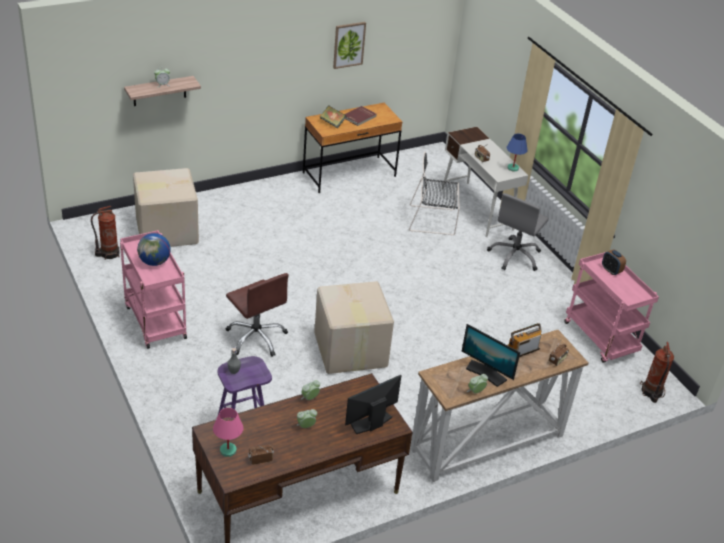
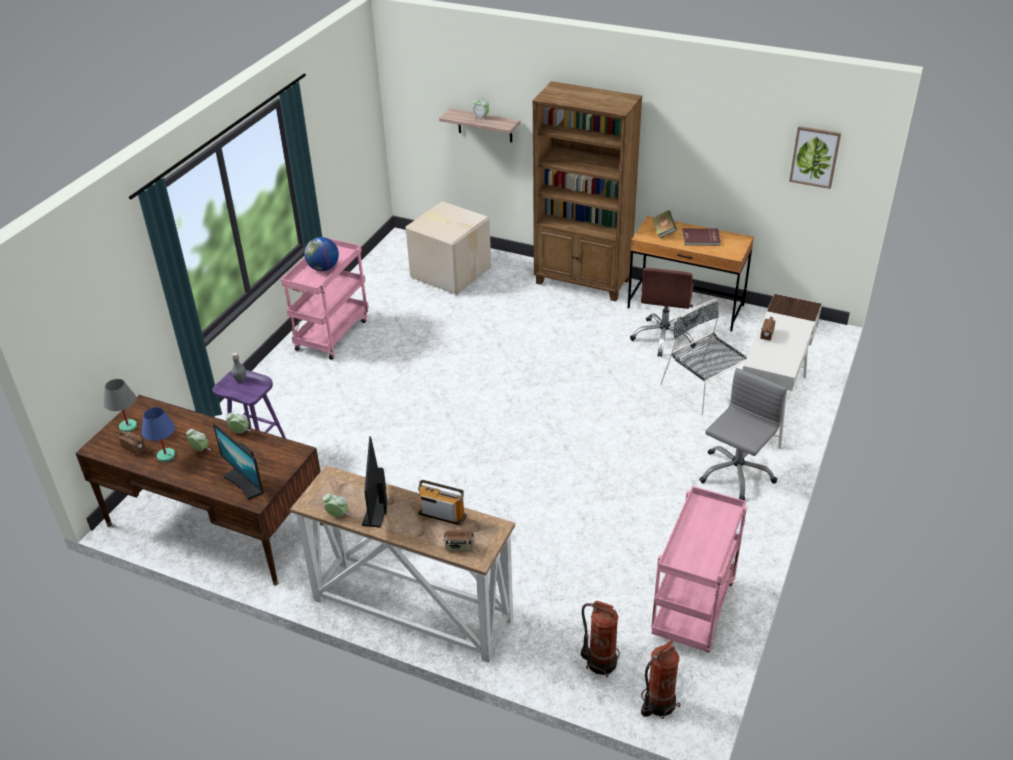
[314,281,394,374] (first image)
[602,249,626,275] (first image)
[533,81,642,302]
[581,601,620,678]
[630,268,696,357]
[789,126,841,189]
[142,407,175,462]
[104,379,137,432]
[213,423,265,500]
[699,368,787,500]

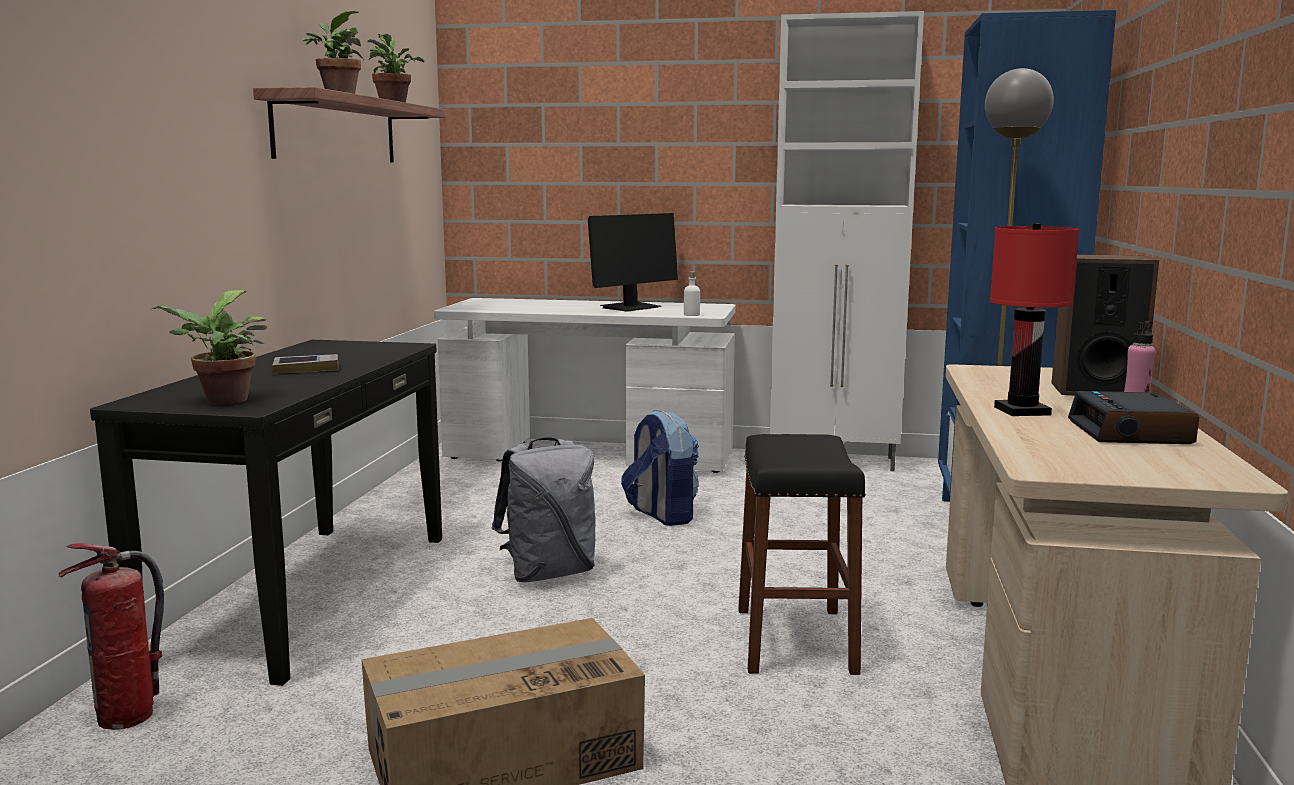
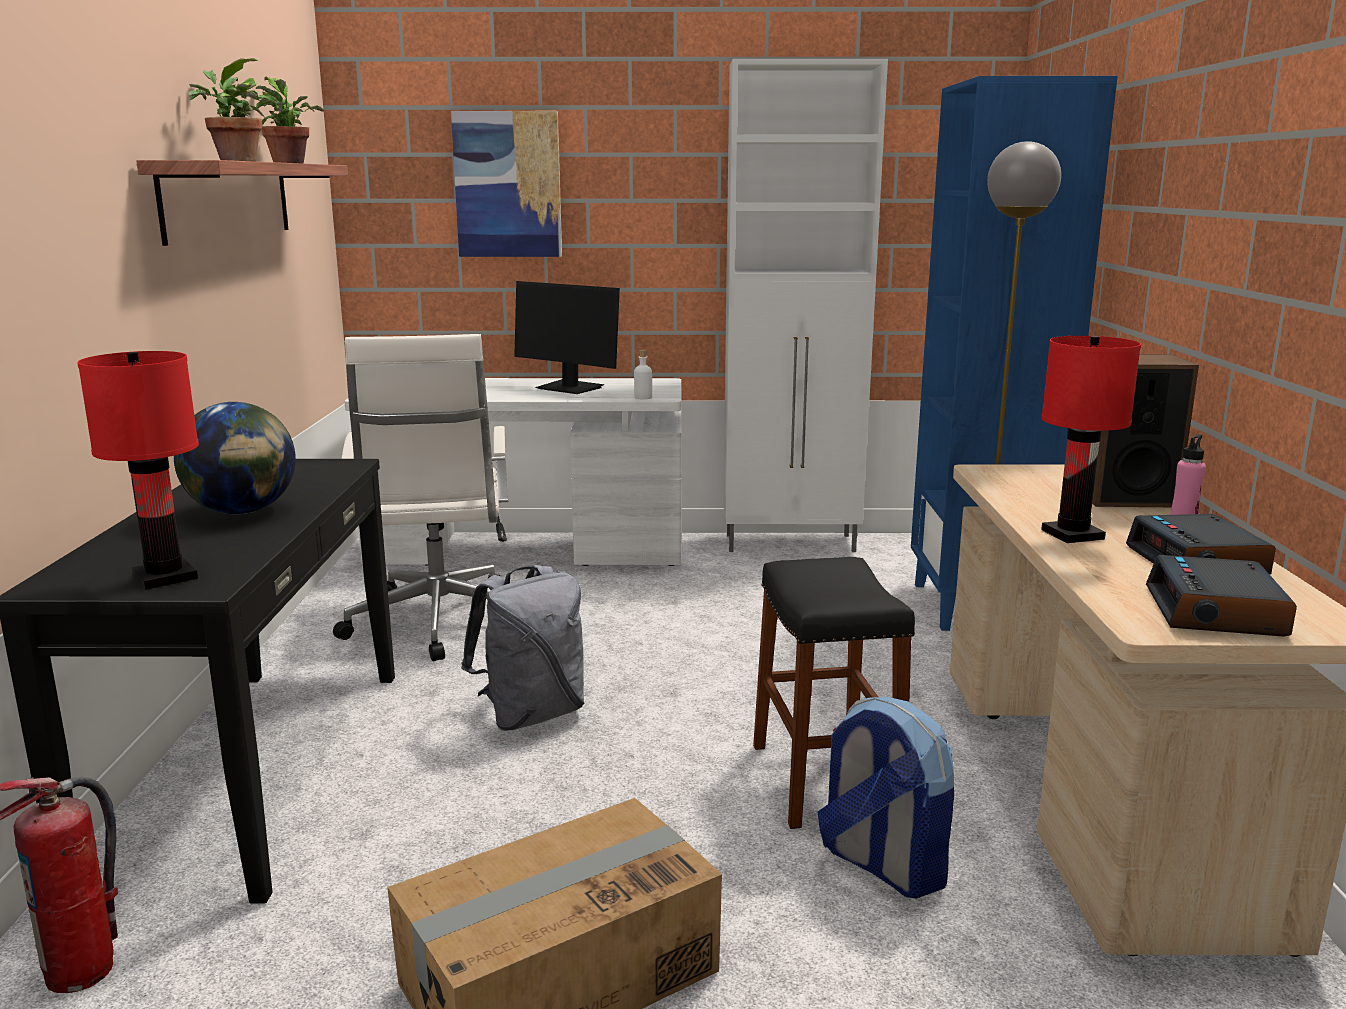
[333,334,509,661]
[451,111,562,257]
[1146,555,1297,637]
[818,697,954,899]
[77,351,199,590]
[174,402,296,514]
[514,281,620,394]

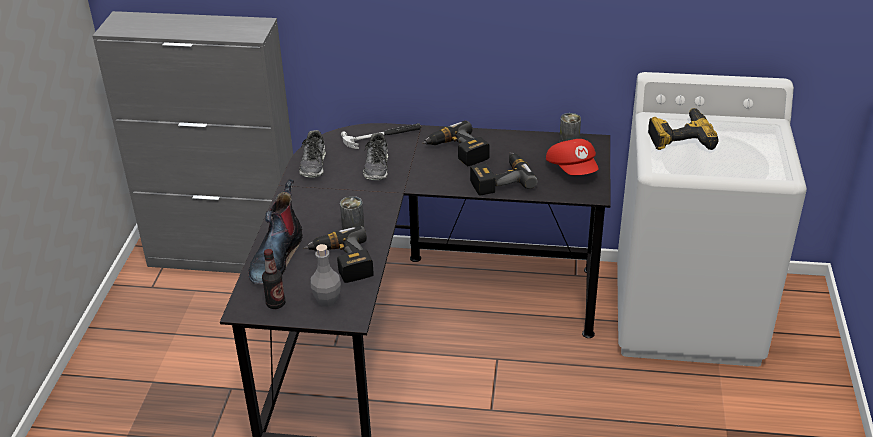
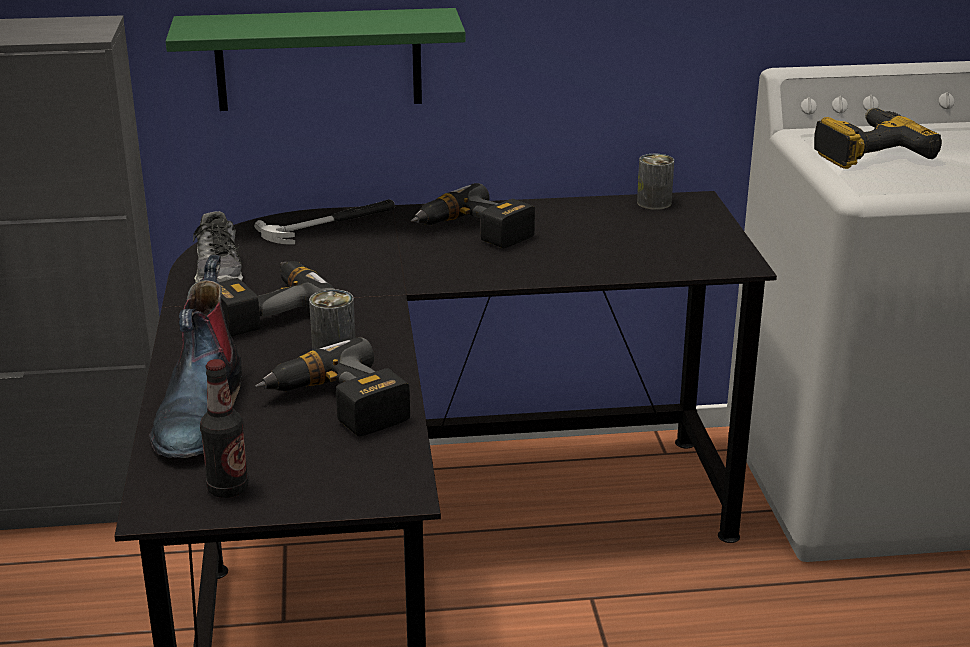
[310,244,341,307] (first image)
[363,133,388,180] (first image)
[546,139,599,175] (first image)
[166,8,465,111]
[219,261,335,336]

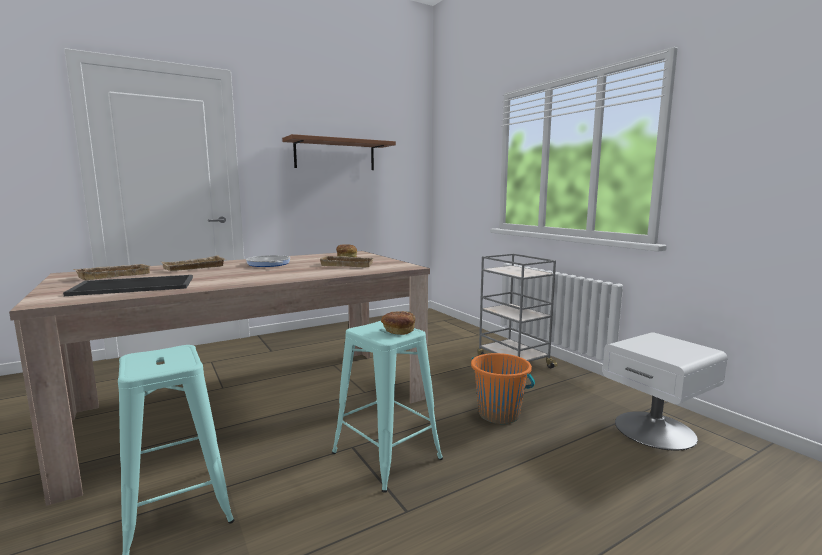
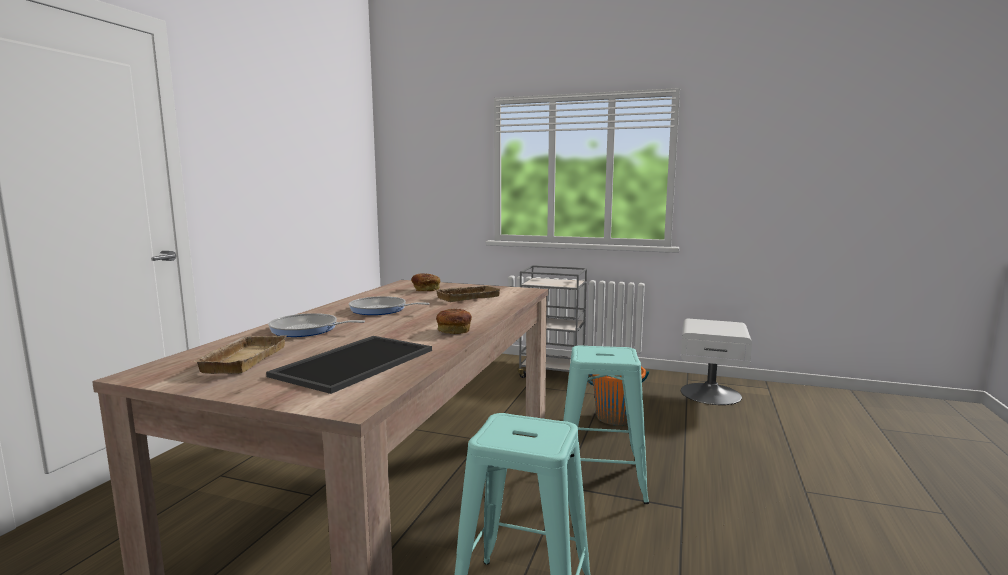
[282,134,396,170] (first image)
[436,308,472,334]
[268,313,365,337]

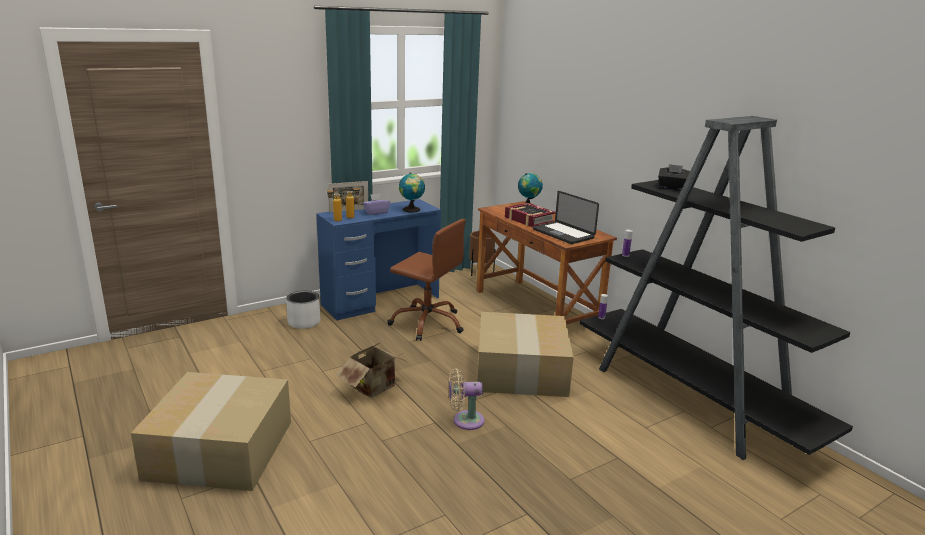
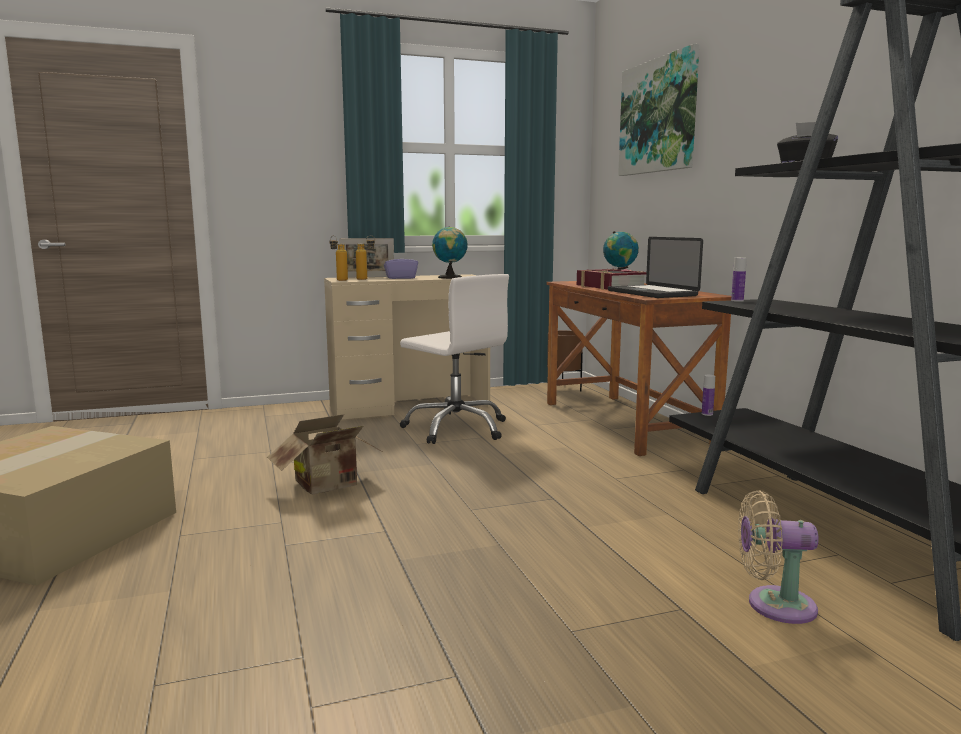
[286,291,320,329] (first image)
[478,312,574,397] (first image)
[618,44,700,176]
[738,490,818,624]
[324,274,490,420]
[400,274,509,444]

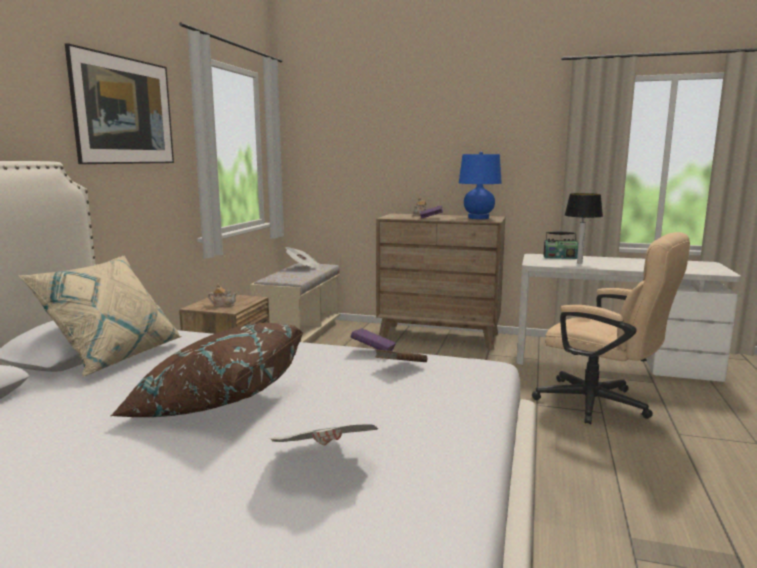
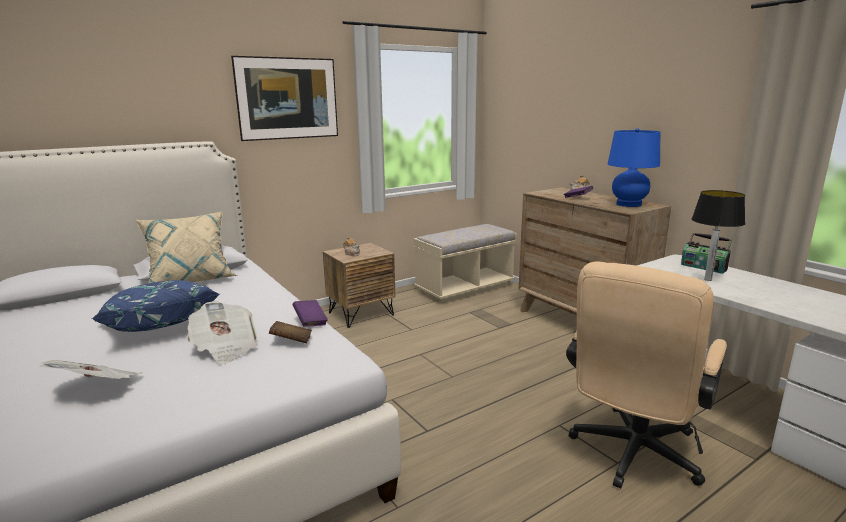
[187,301,258,364]
[92,280,220,332]
[566,262,727,489]

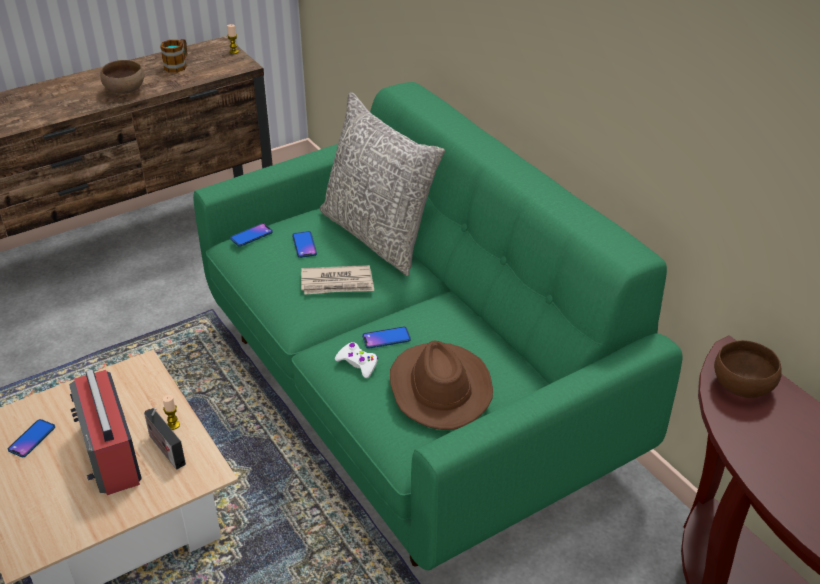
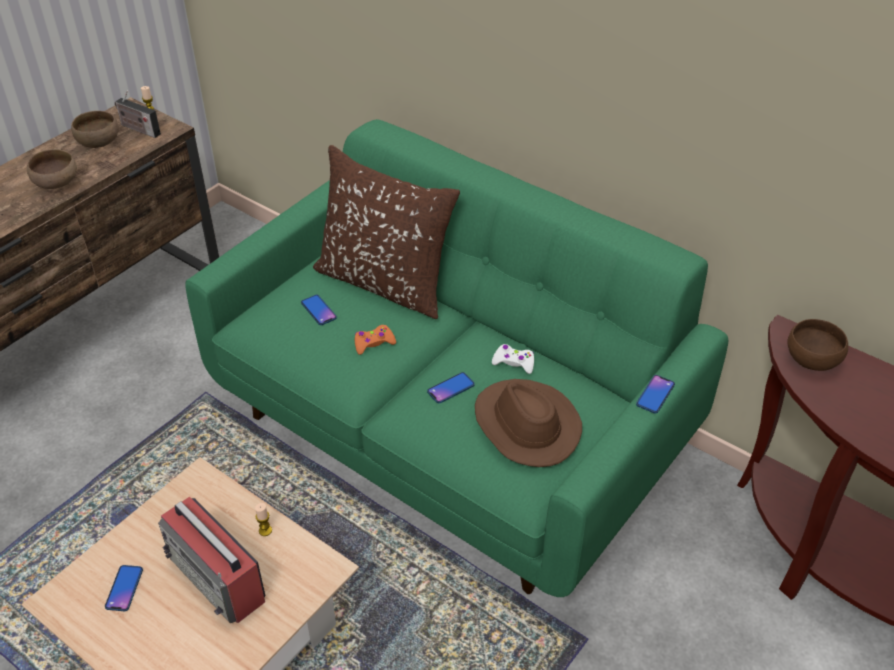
[115,90,161,138]
[636,375,675,414]
[492,344,534,374]
[71,111,119,148]
[355,325,396,355]
[313,145,460,319]

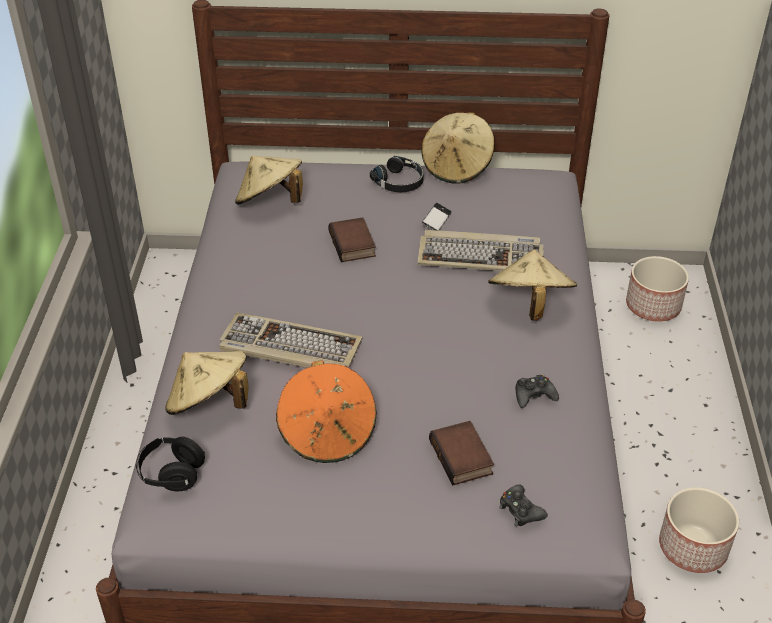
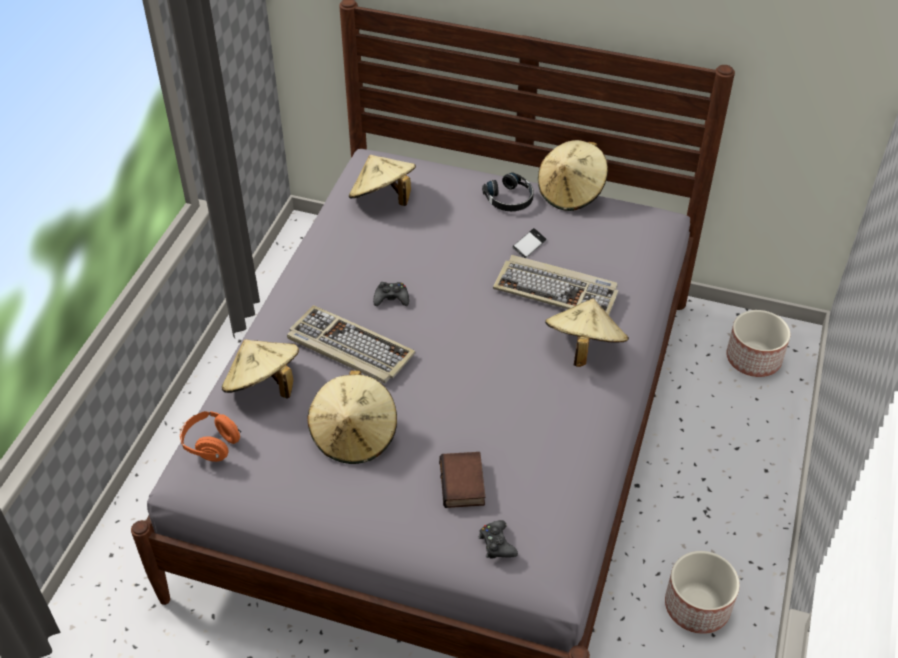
[328,217,376,262] (first image)
[373,282,409,306]
[180,411,241,462]
[307,370,397,464]

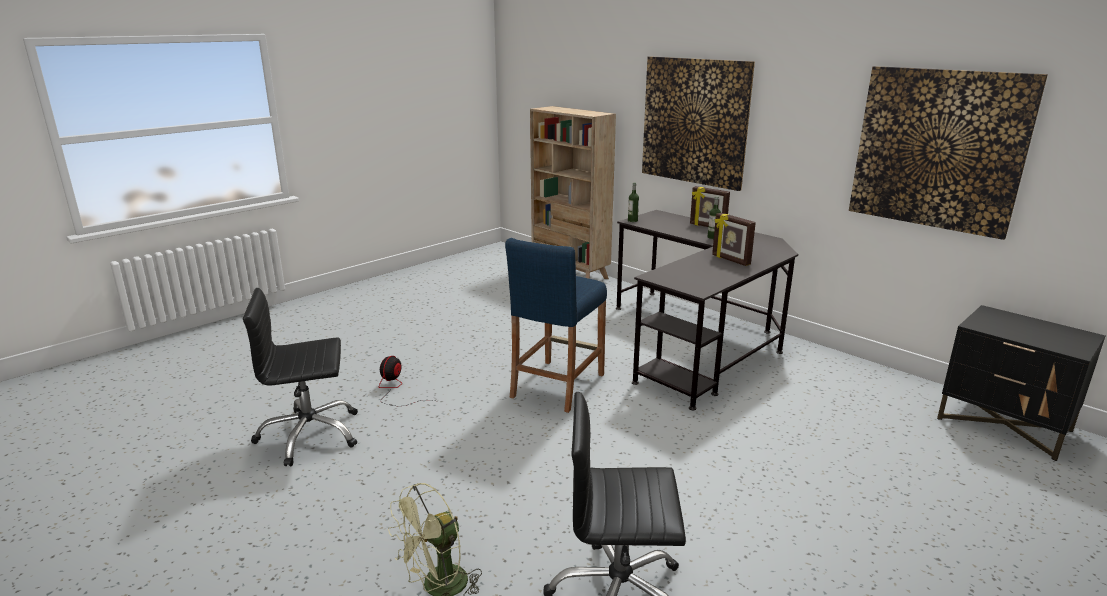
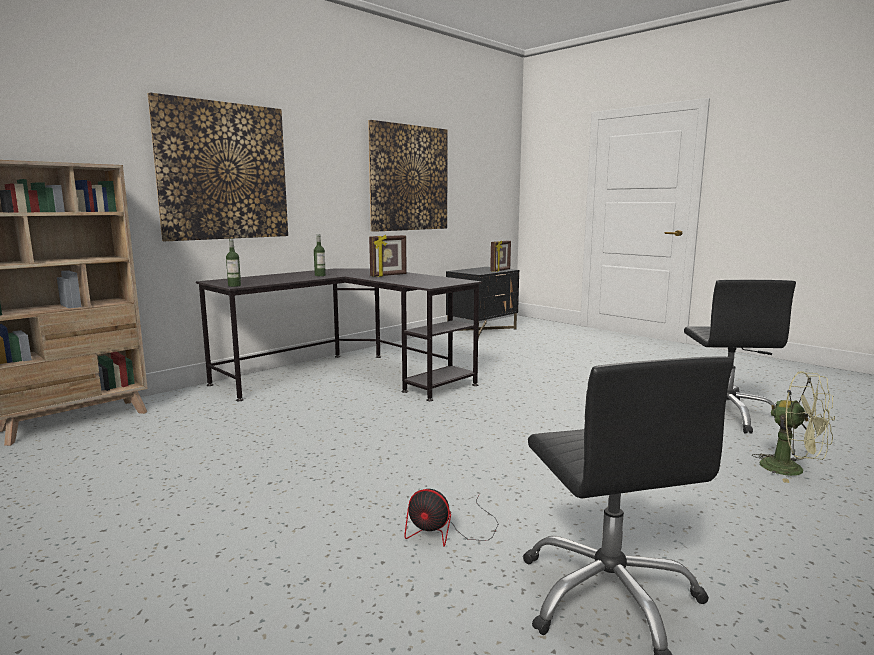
[505,238,607,413] (first image)
[490,240,511,272]

